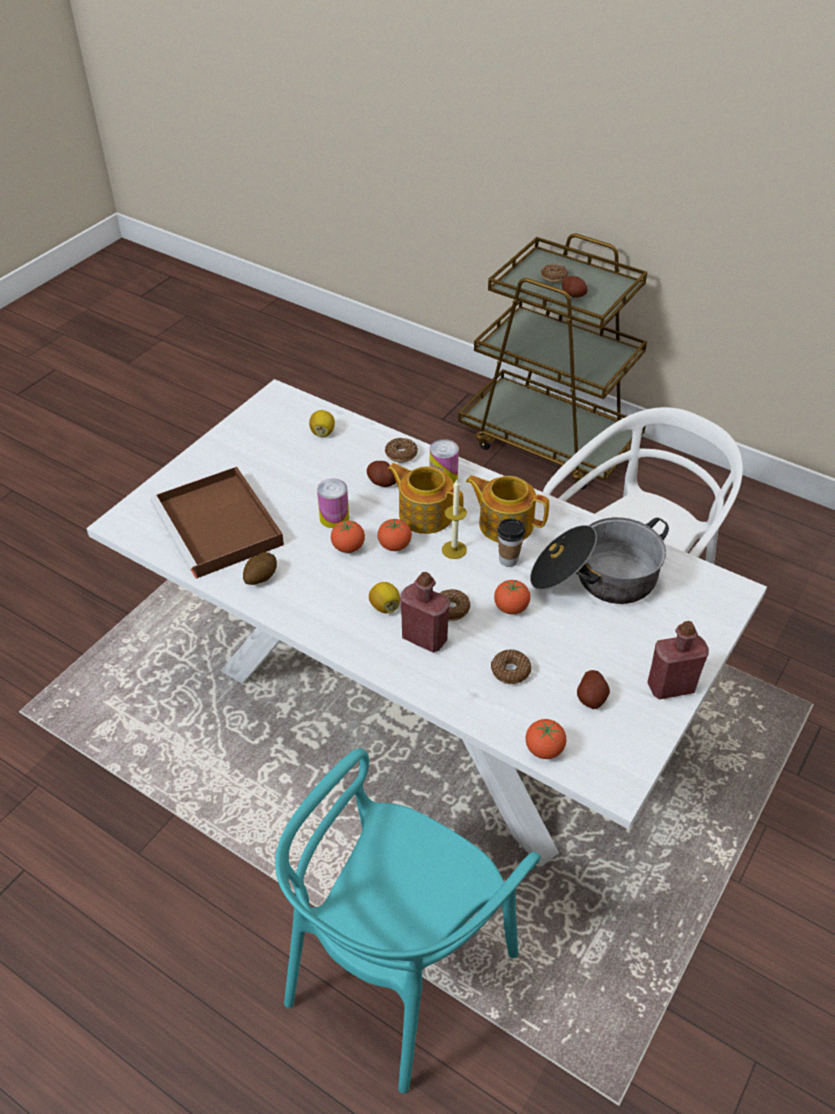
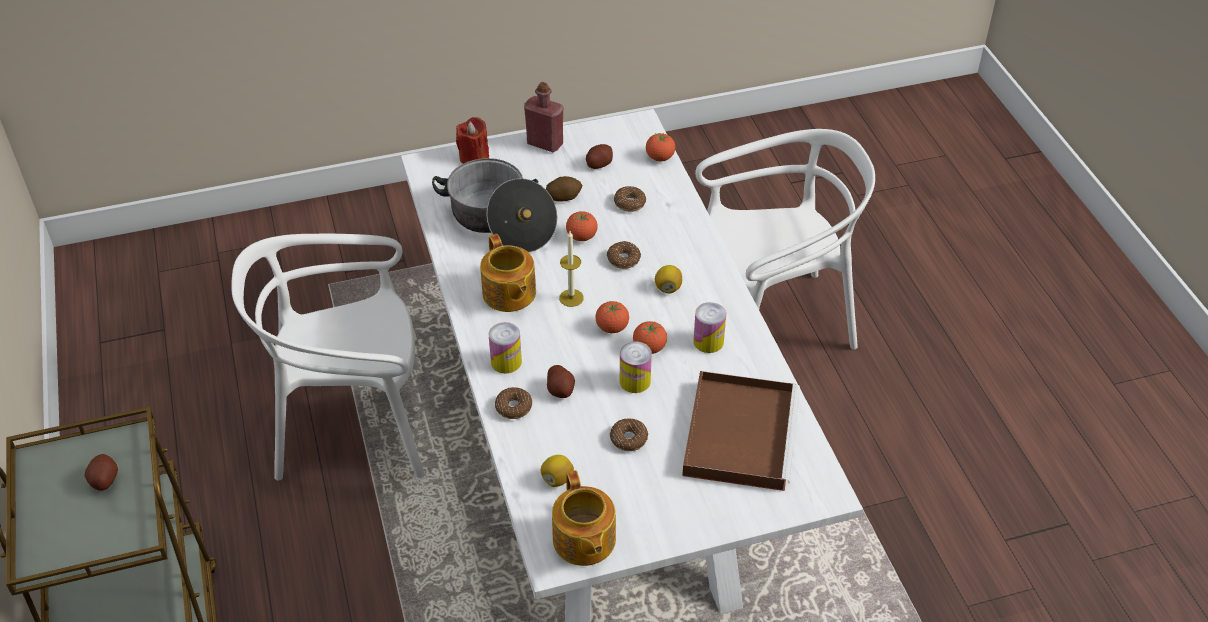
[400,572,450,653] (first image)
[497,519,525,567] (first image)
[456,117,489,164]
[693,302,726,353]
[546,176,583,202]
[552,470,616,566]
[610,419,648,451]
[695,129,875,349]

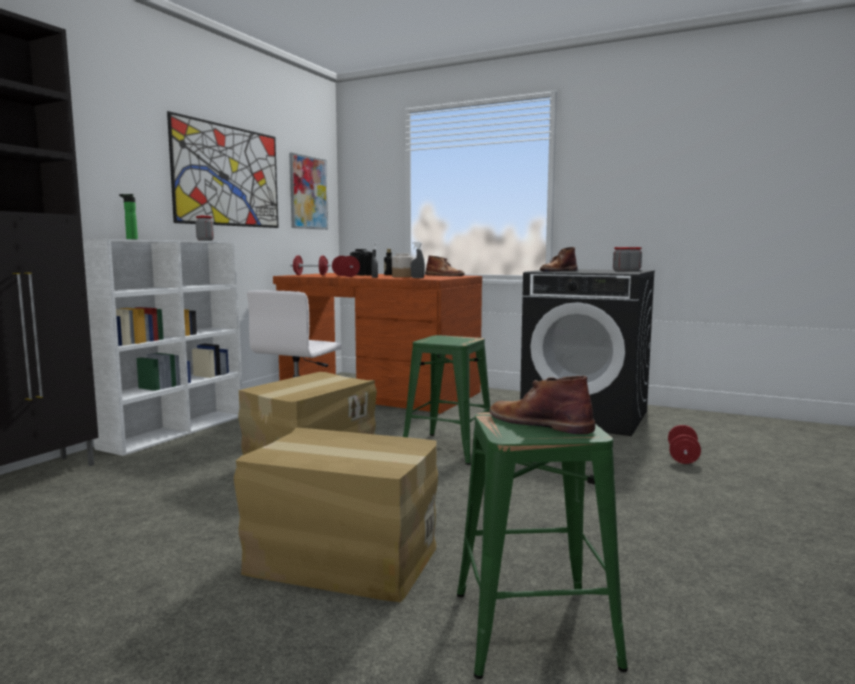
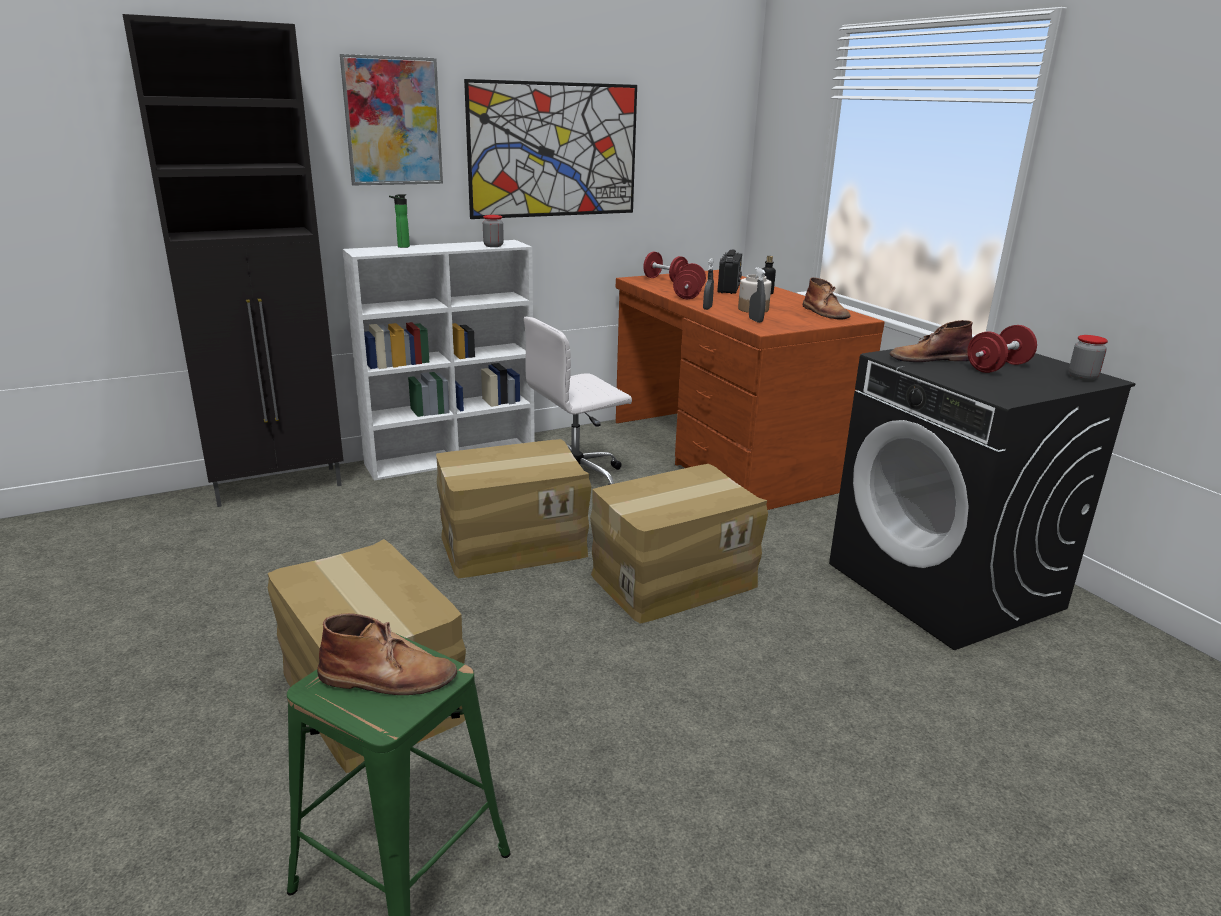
[613,247,631,272] (first image)
[340,54,443,185]
[967,325,1037,373]
[590,464,768,624]
[317,613,457,695]

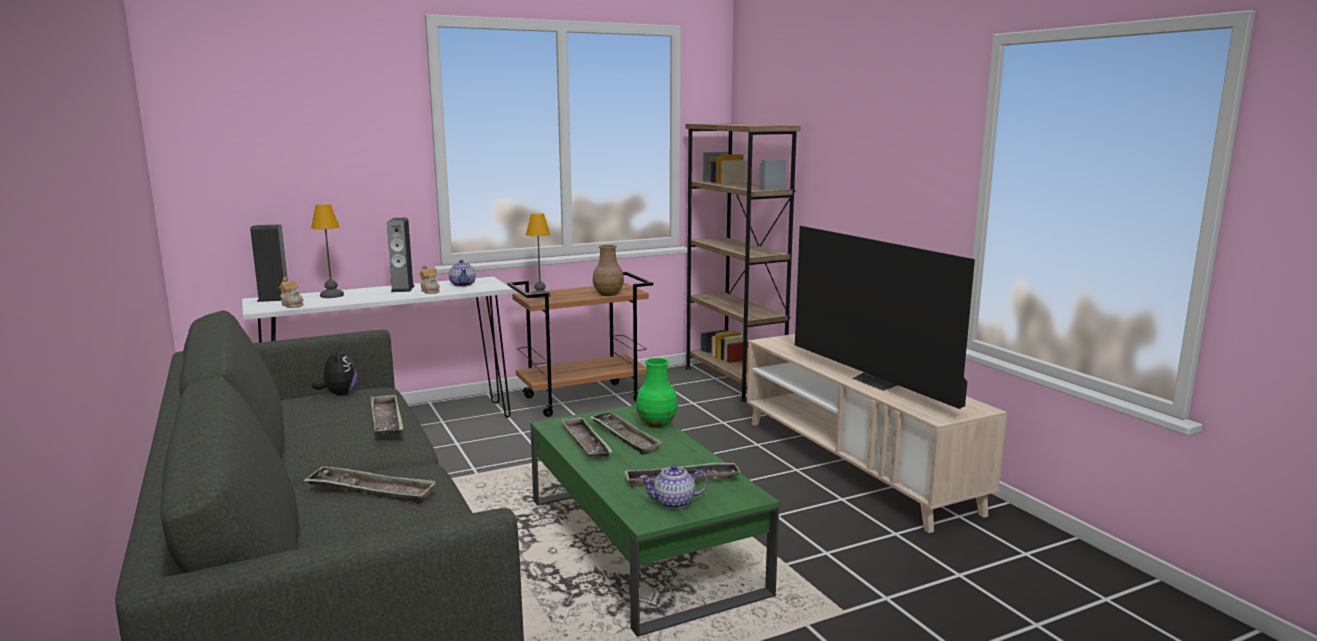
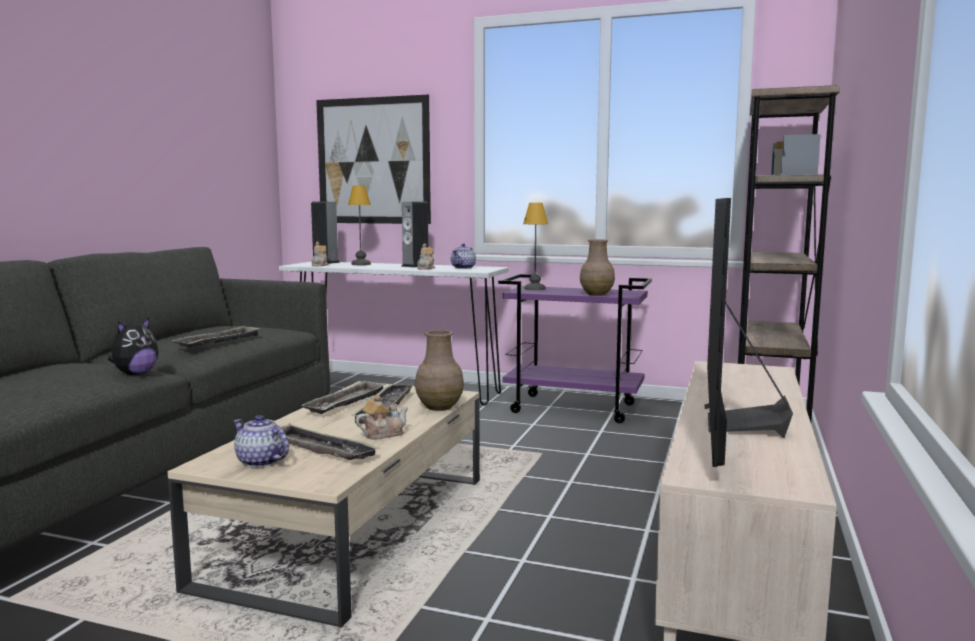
[303,466,437,504] (first image)
[316,95,431,224]
[356,395,409,440]
[108,317,159,375]
[498,274,652,423]
[168,381,480,628]
[415,330,464,411]

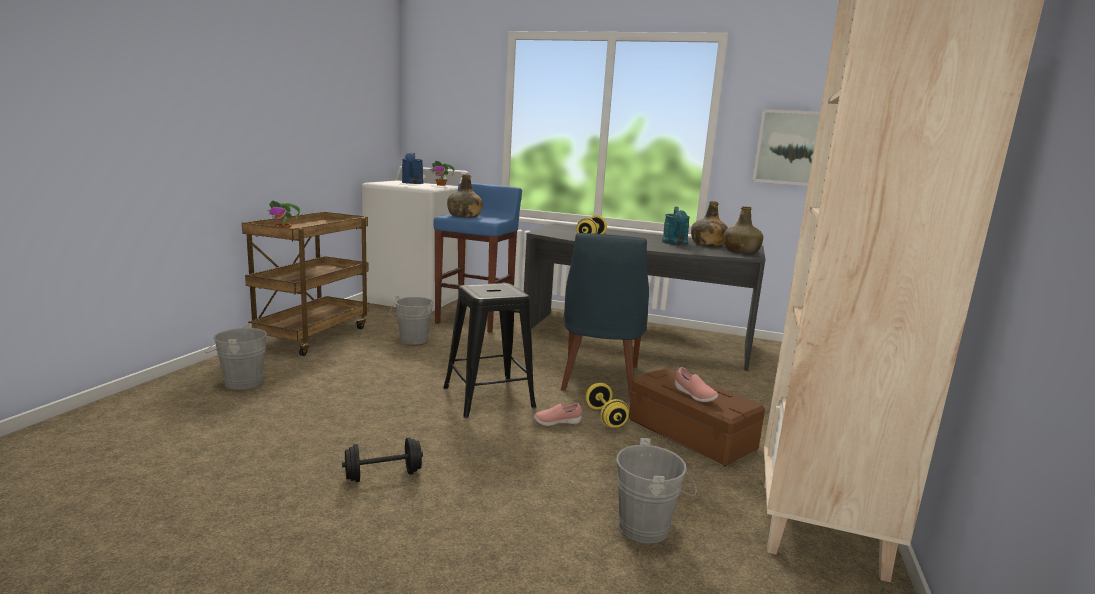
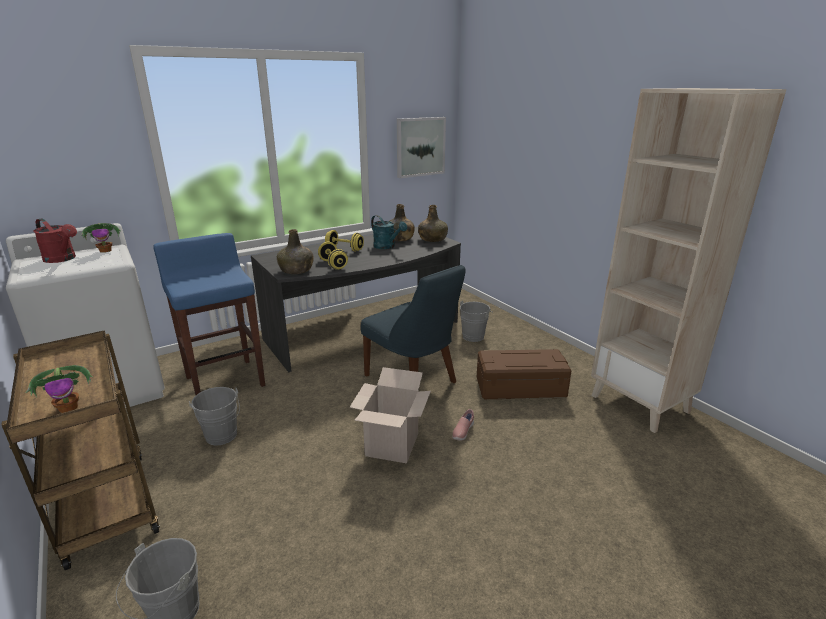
[342,438,423,482] (first image)
[675,367,718,402] (first image)
[277,229,314,274]
[325,230,364,252]
[460,301,494,342]
[350,367,431,463]
[33,218,77,263]

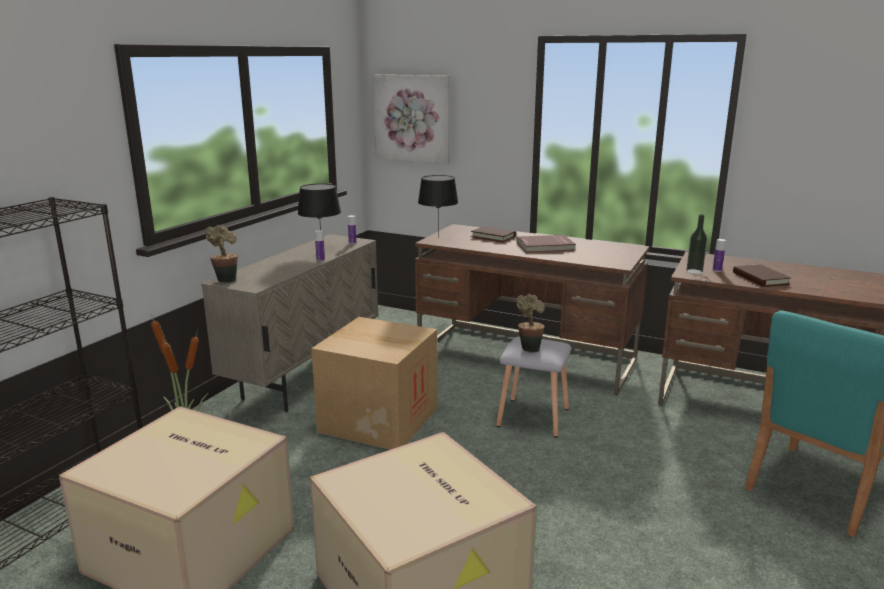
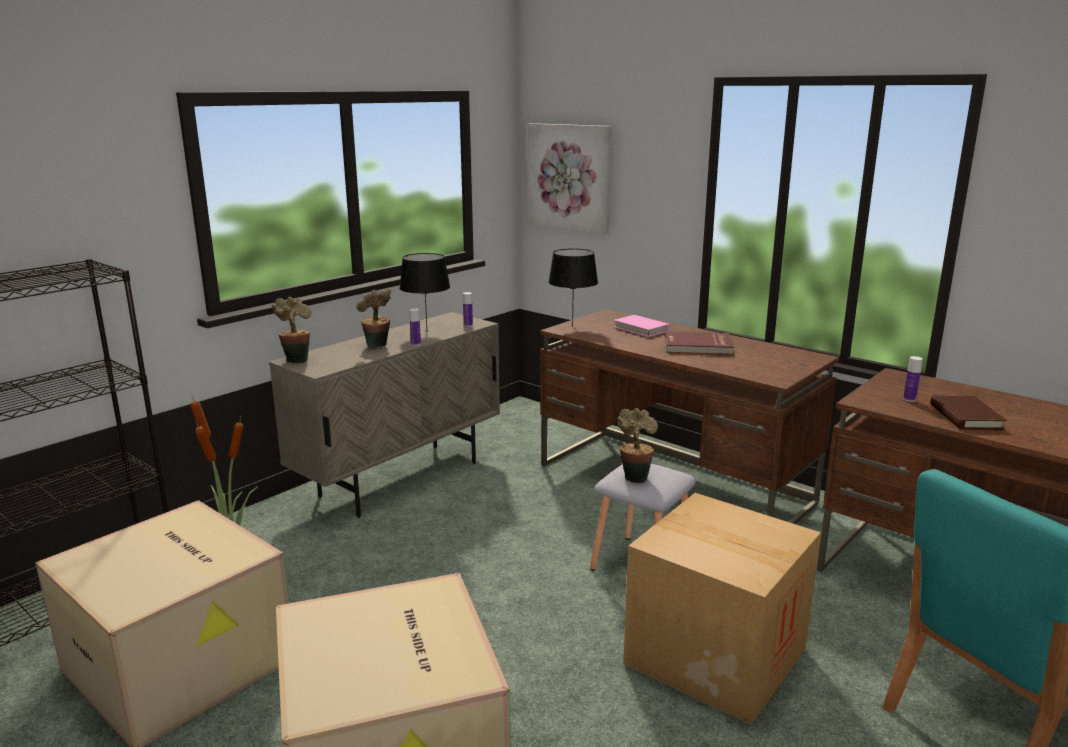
[686,214,707,274] (first image)
[356,289,391,347]
[623,493,821,725]
[613,315,670,337]

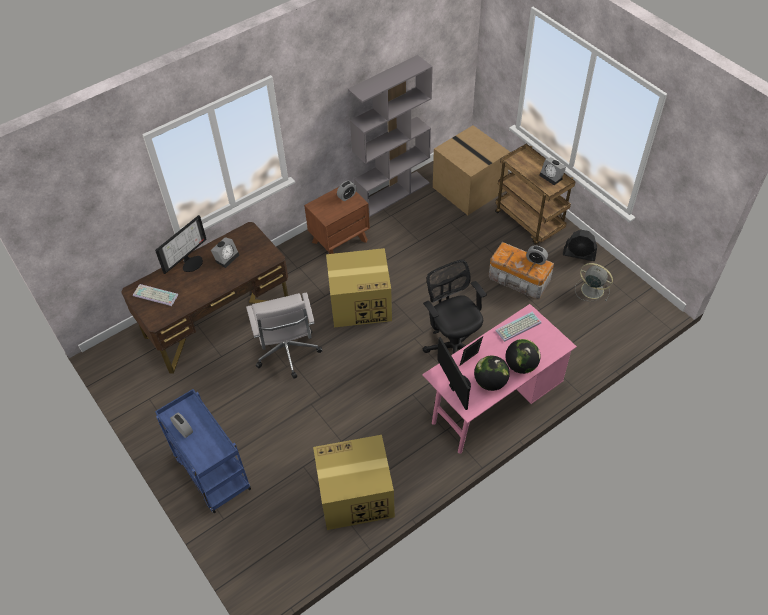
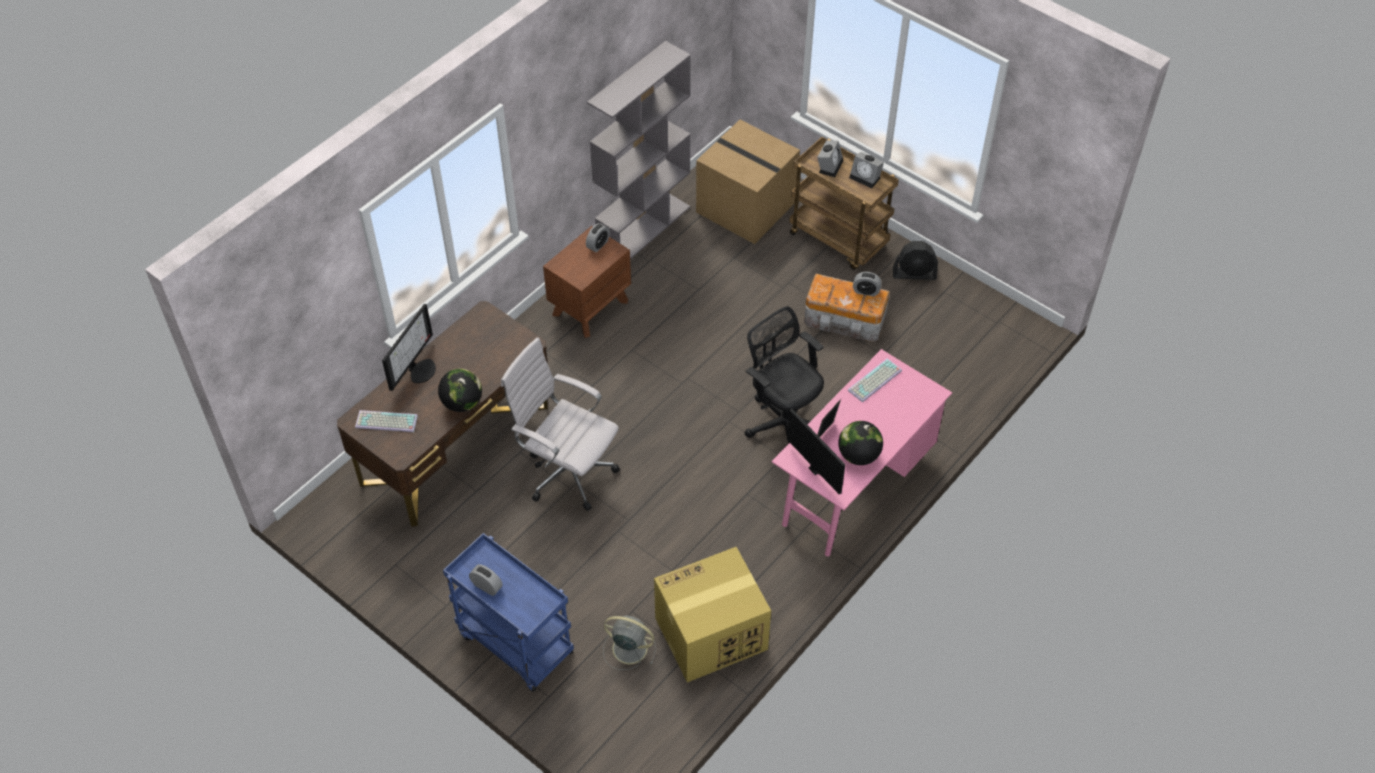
[326,248,392,328] (first image)
[817,140,844,177]
[438,369,482,412]
[603,616,656,670]
[501,337,620,511]

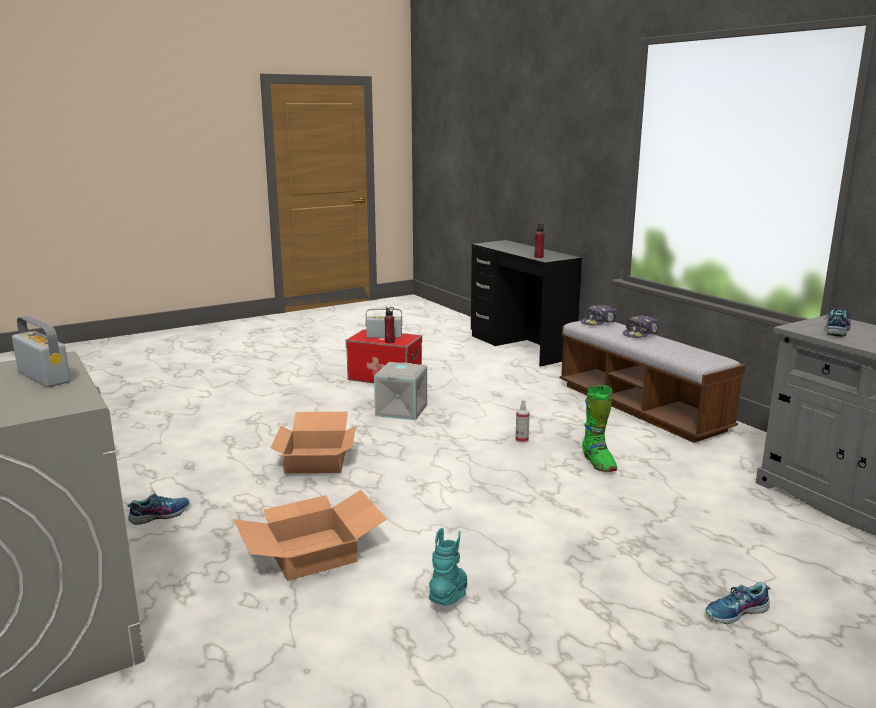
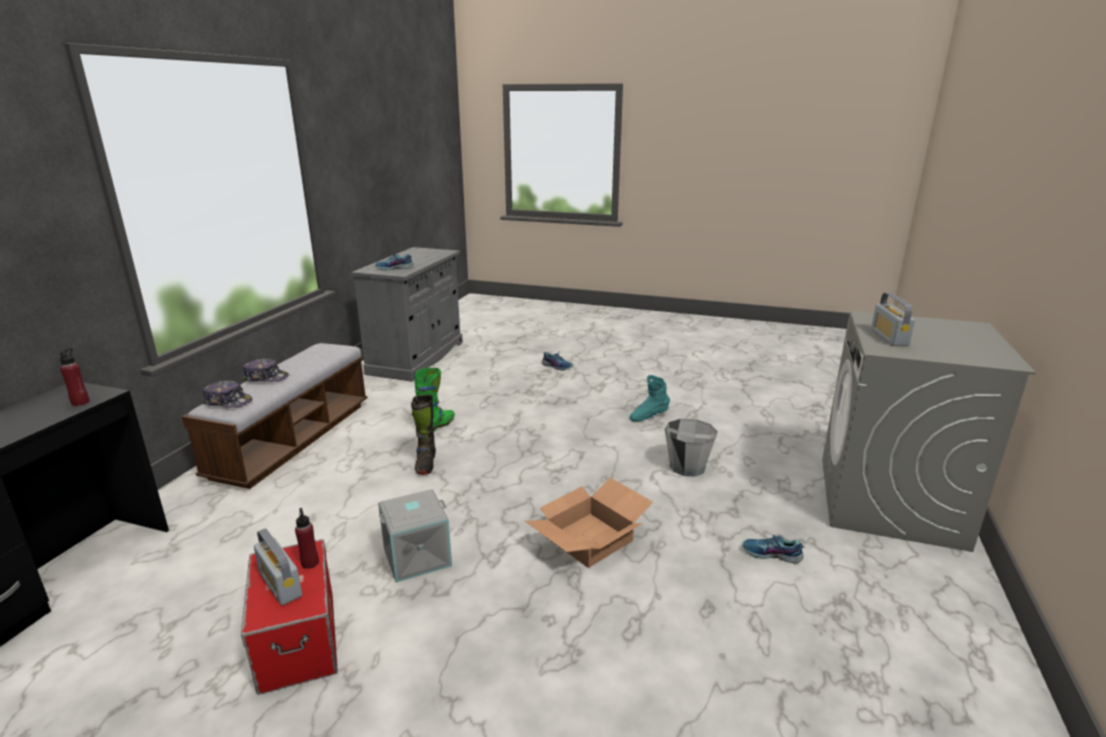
[665,419,718,477]
[411,395,436,475]

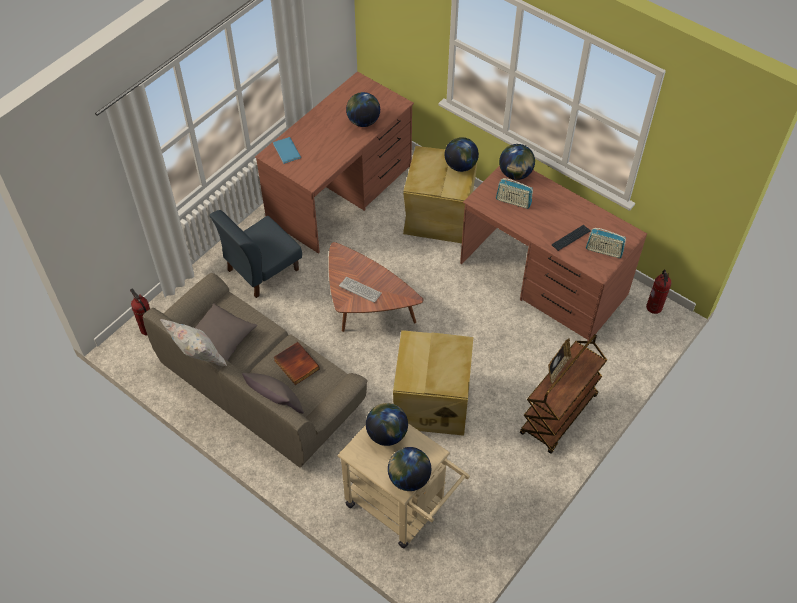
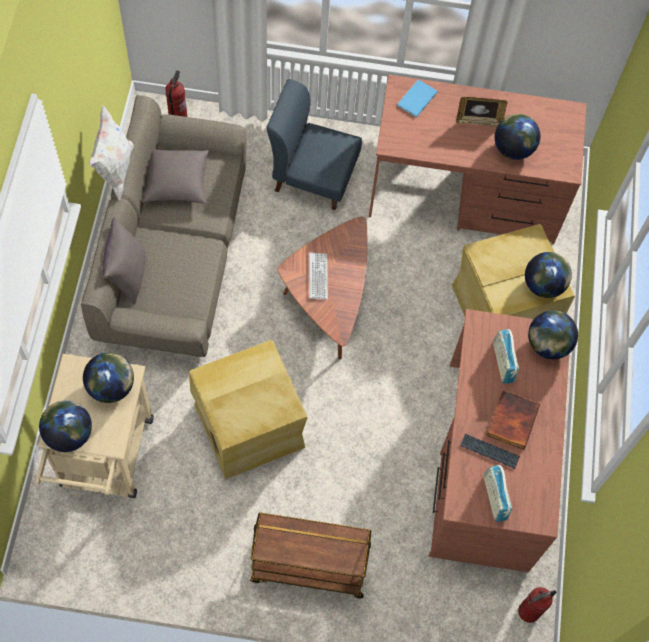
[486,390,540,450]
[456,97,507,127]

